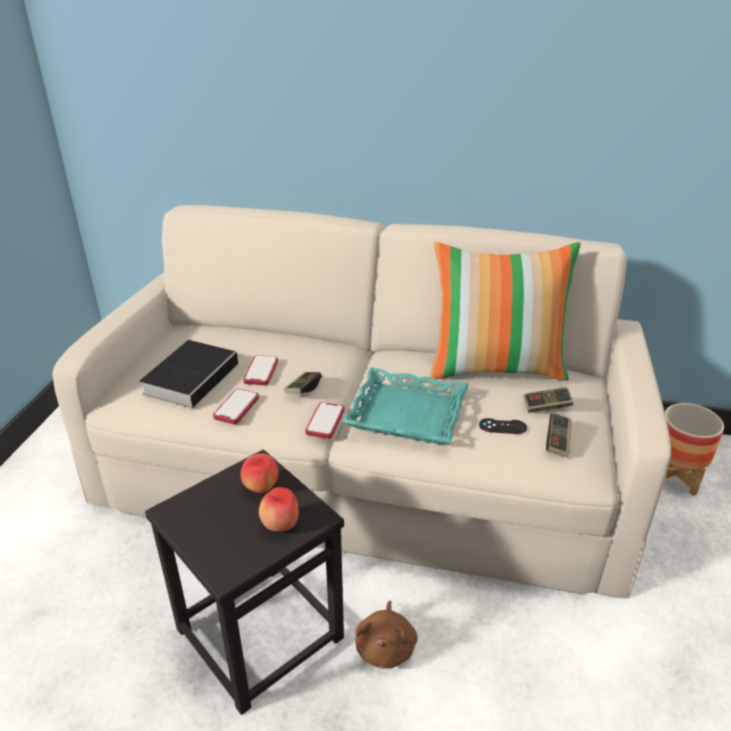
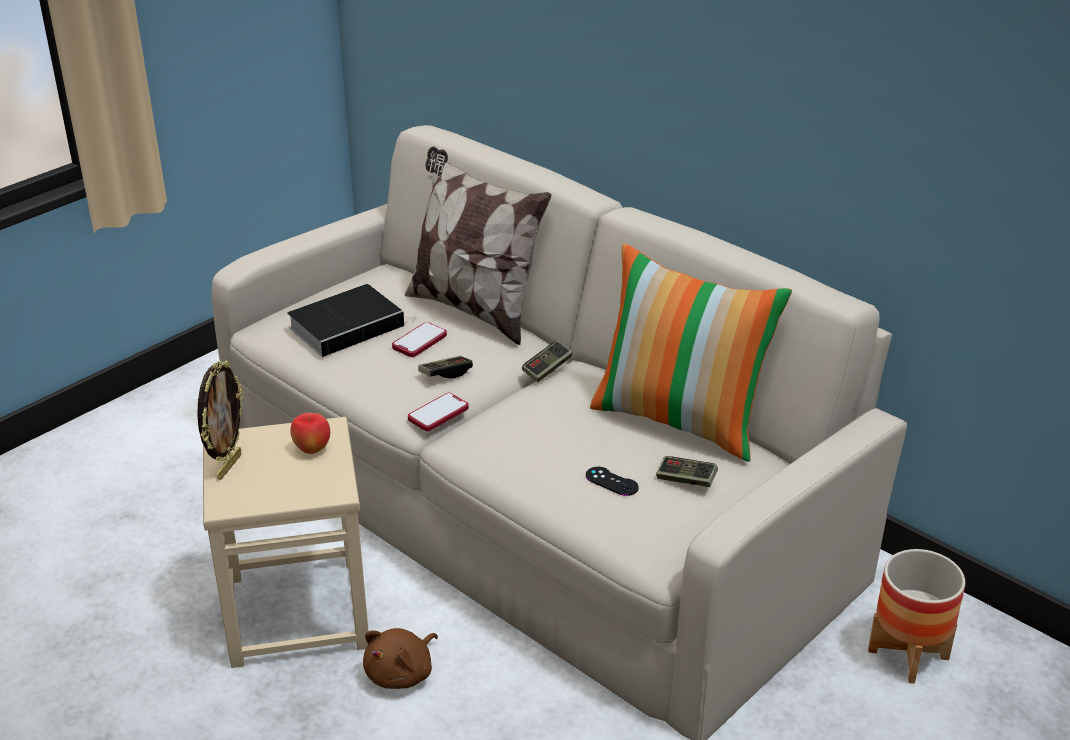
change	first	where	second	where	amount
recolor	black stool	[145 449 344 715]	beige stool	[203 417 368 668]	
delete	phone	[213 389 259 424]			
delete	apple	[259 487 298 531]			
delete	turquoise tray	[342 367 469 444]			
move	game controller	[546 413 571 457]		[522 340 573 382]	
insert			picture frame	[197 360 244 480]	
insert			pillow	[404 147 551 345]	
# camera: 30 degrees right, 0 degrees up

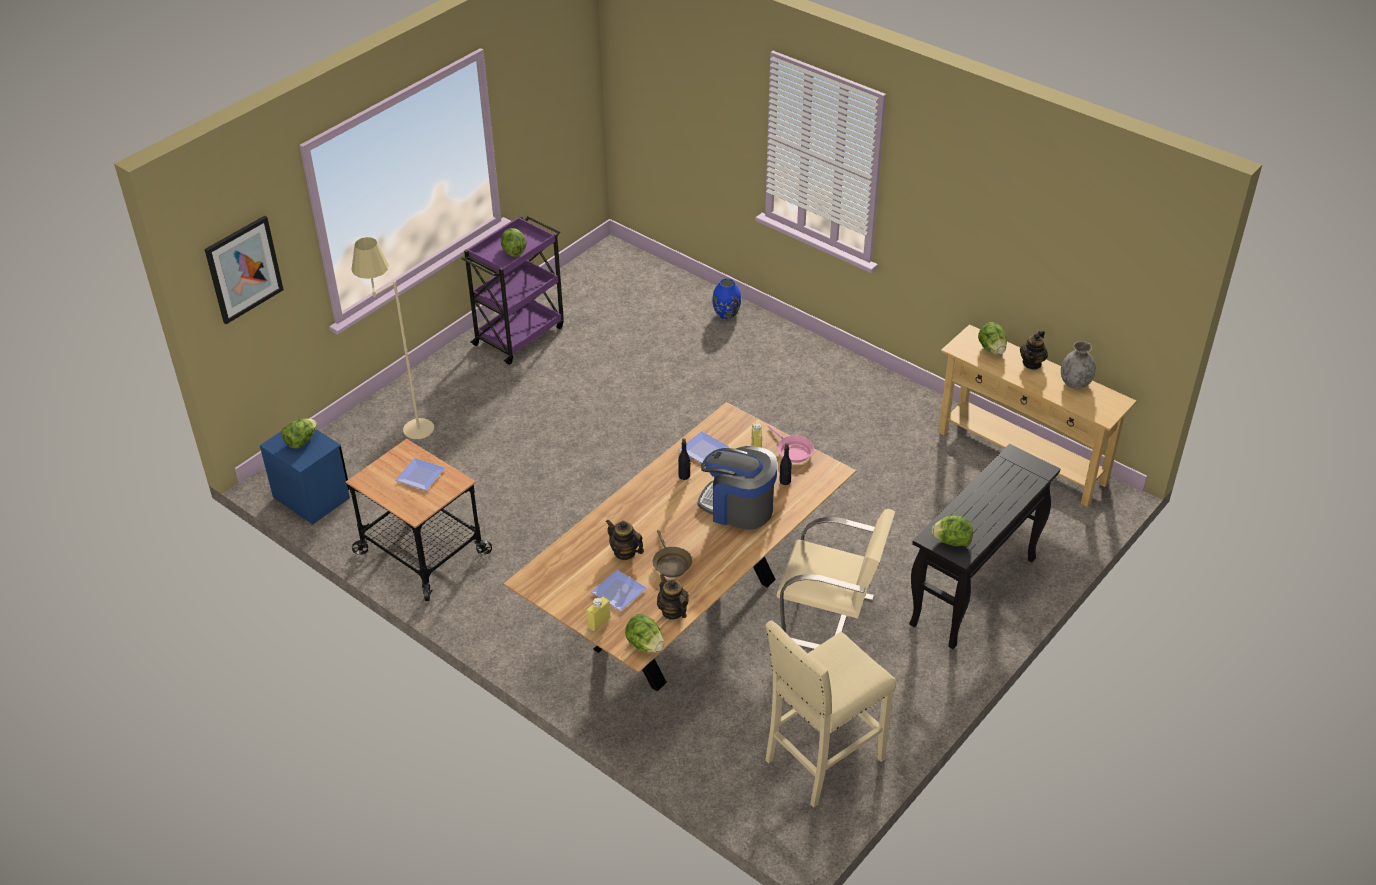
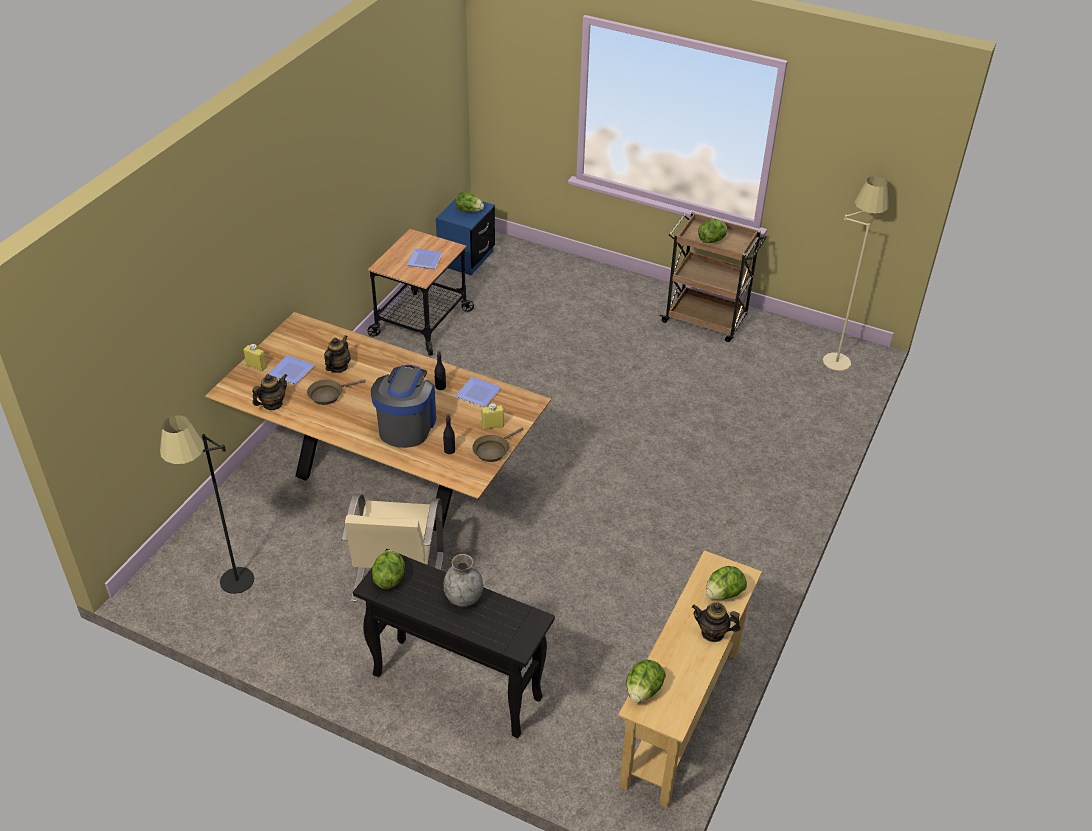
change	first	where	second	where	amount
delete	picture	[205 216 284 324]			
move	beige floor lamp	[351 237 434 439]		[823 176 889 371]	
recolor	purple cart	[462 216 564 365]	brown cart	[660 212 766 342]	
move	lettuce	[625 614 664 653]		[626 660 666 703]	
delete	blue vase	[712 278 741 320]			
replace	beige stool	[765 620 896 808]	black floor lamp	[160 415 254 594]	
recolor	pink frying pan	[768 425 814 463]	brown frying pan	[472 428 523 462]	
move	grey vase	[1061 341 1096 389]		[443 554 483 607]	
# camera: 75 degrees right, 0 degrees up

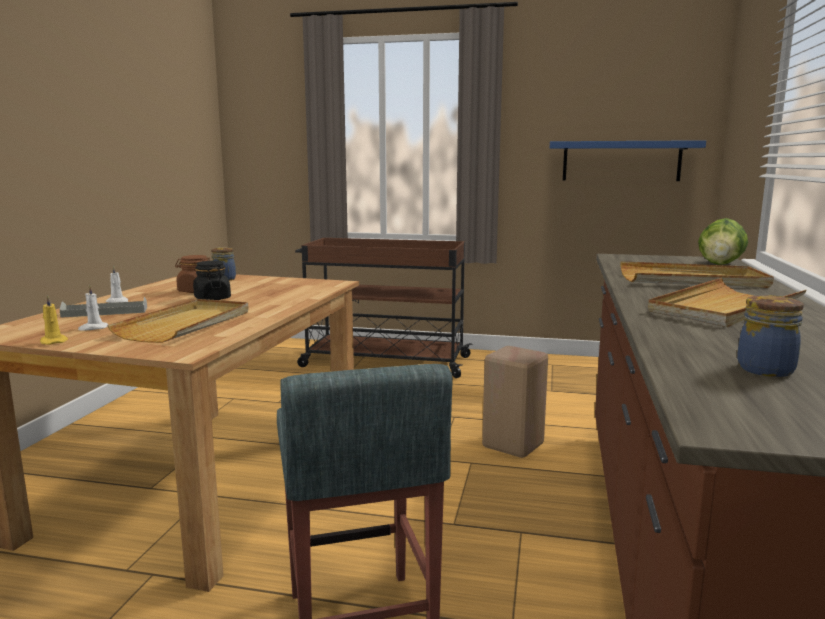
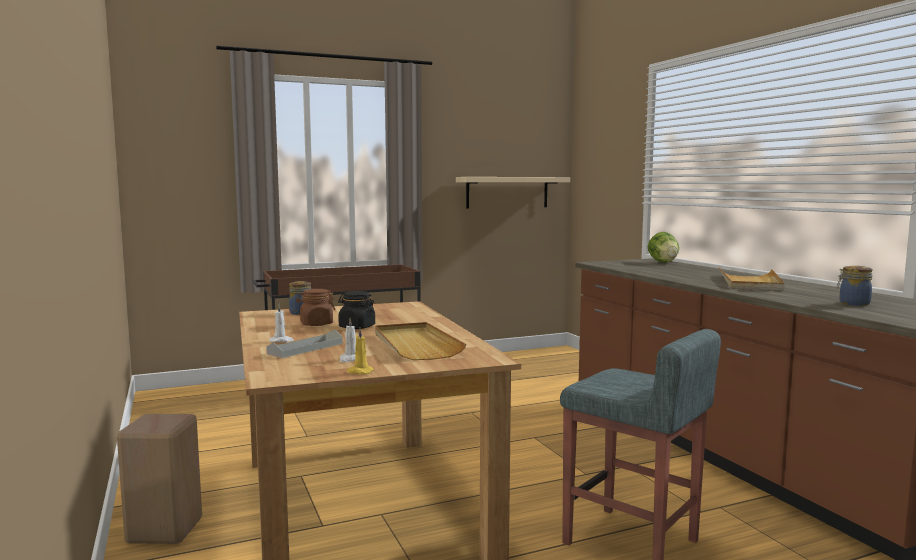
change	first	where	second	where	amount
move	beige stool	[482 346 548 458]		[117 414 202 544]	
recolor	blue shelf	[550 140 706 181]	beige shelf	[456 177 570 208]	
delete	beige tray	[620 261 774 288]			
# camera: 35 degrees left, 5 degrees down

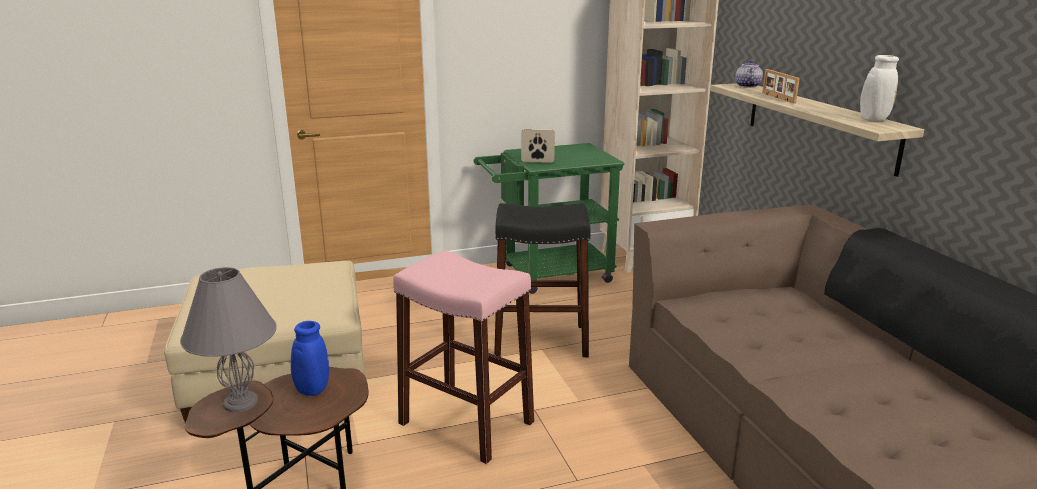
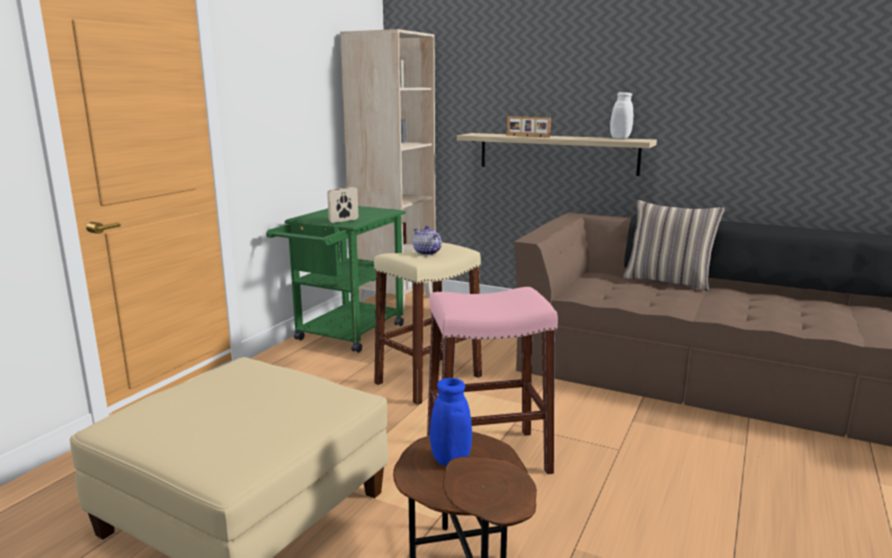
change	first	where	second	where	amount
delete	grey table lamp	[180 267 277 412]			
recolor	black stool	[494 203 591 357]	beige stool	[374 242 482 405]	
move	teapot	[735 60 763 88]		[413 226 442 255]	
insert			pillow	[623 200 725 291]	
# camera: 45 degrees left, 5 degrees down

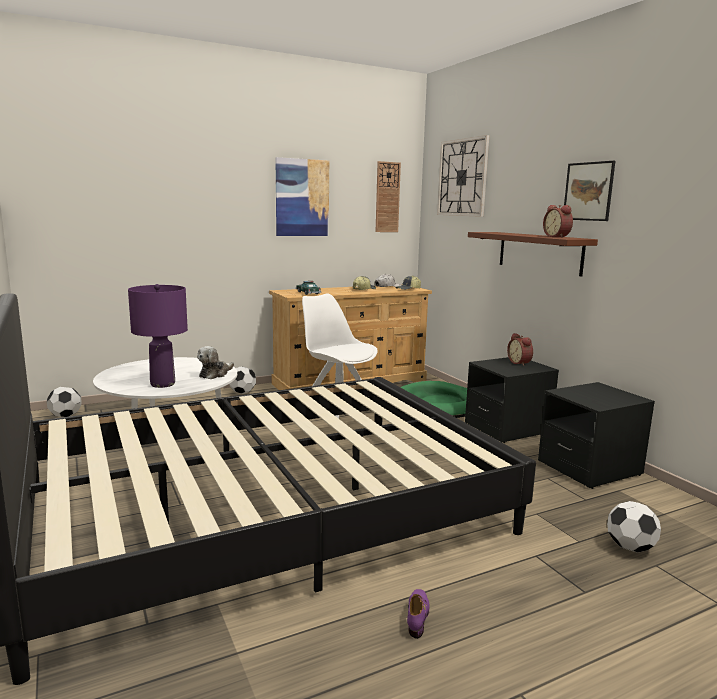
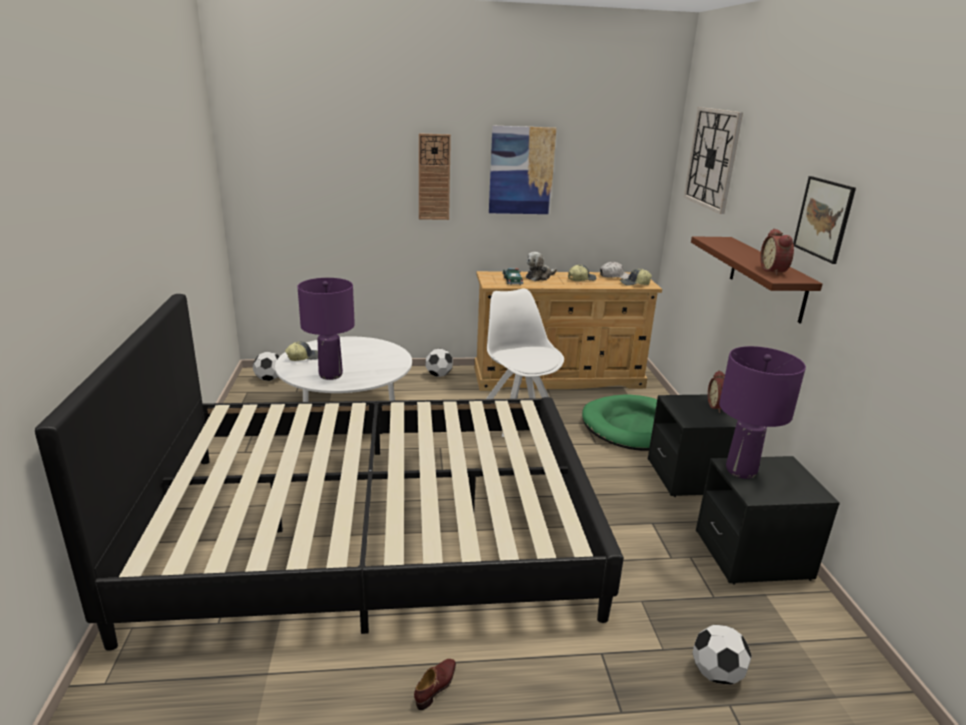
change	first	where	second	where	amount
move	plush toy	[197 346 234 379]		[526 252 557 281]	
move	wall clock	[376 161 401 232]		[419 133 451 220]	
recolor	purple shoe	[407 589 430 639]	brown shoe	[414 659 456 710]	
insert			cap	[285 341 318 361]	
insert			purple table lamp	[719 346 806 479]	
# camera: 20 degrees right, 10 degrees up

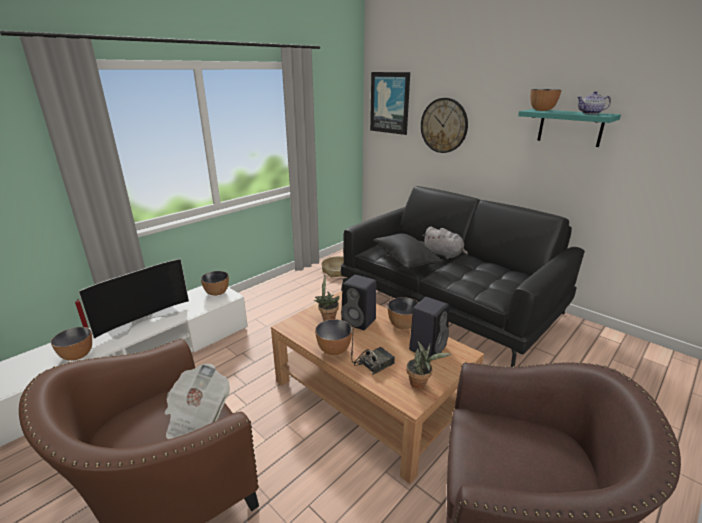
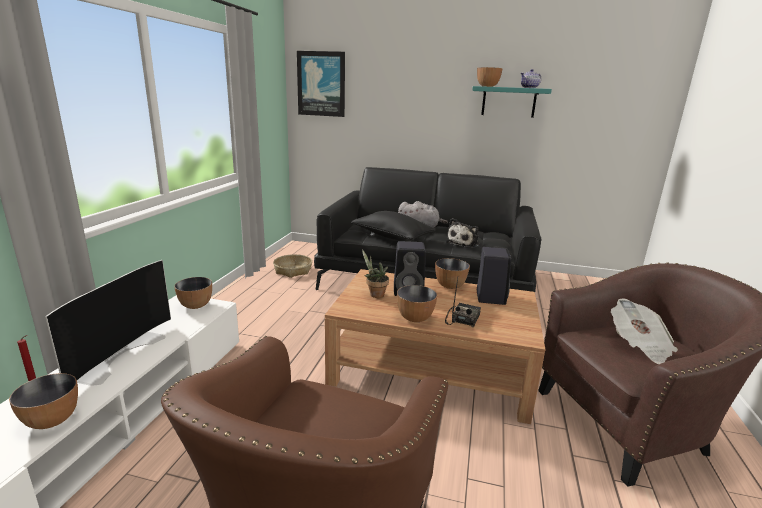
change	first	where	second	where	amount
move	newspaper	[164 363 230 439]		[611 298 678 364]	
delete	potted plant	[406 341 452 389]			
delete	wall clock	[421 98 468 153]			
insert			plush toy	[446 218 480 248]	
# camera: 30 degrees left, 5 degrees down

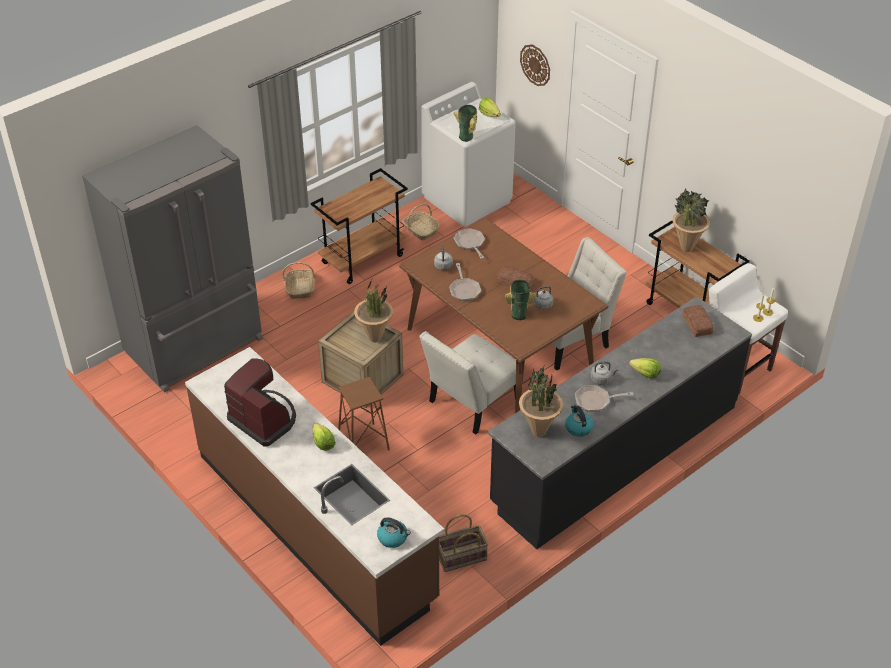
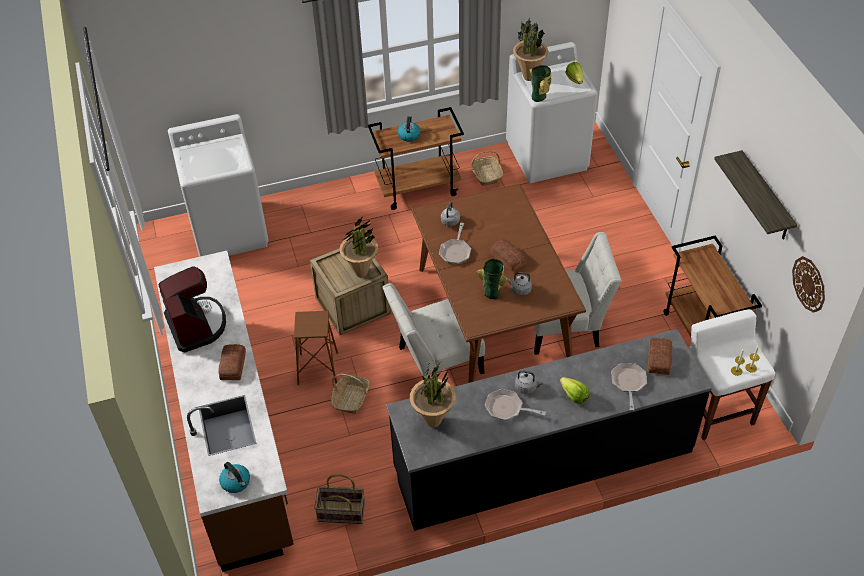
change	first	where	second	where	amount
replace	grey fridge	[82 125 263 393]	white washing machine	[168 114 269 257]	
move	basket	[282 262 315 299]		[331 374 370 414]	
replace	lettuce	[312 423 336 451]	bread	[218 344 246 380]	
move	frying pan	[454 228 485 259]		[611 363 647 411]	
move	wall clock	[520 44 550 86]		[792 256 825 313]	
move	kettle	[565 405 593 437]		[398 116 420 142]	
move	potted plant	[672 188 710 252]		[513 18 548 81]	
insert			shelf	[714 150 797 240]	
# camera: 25 degrees right, 5 degrees up

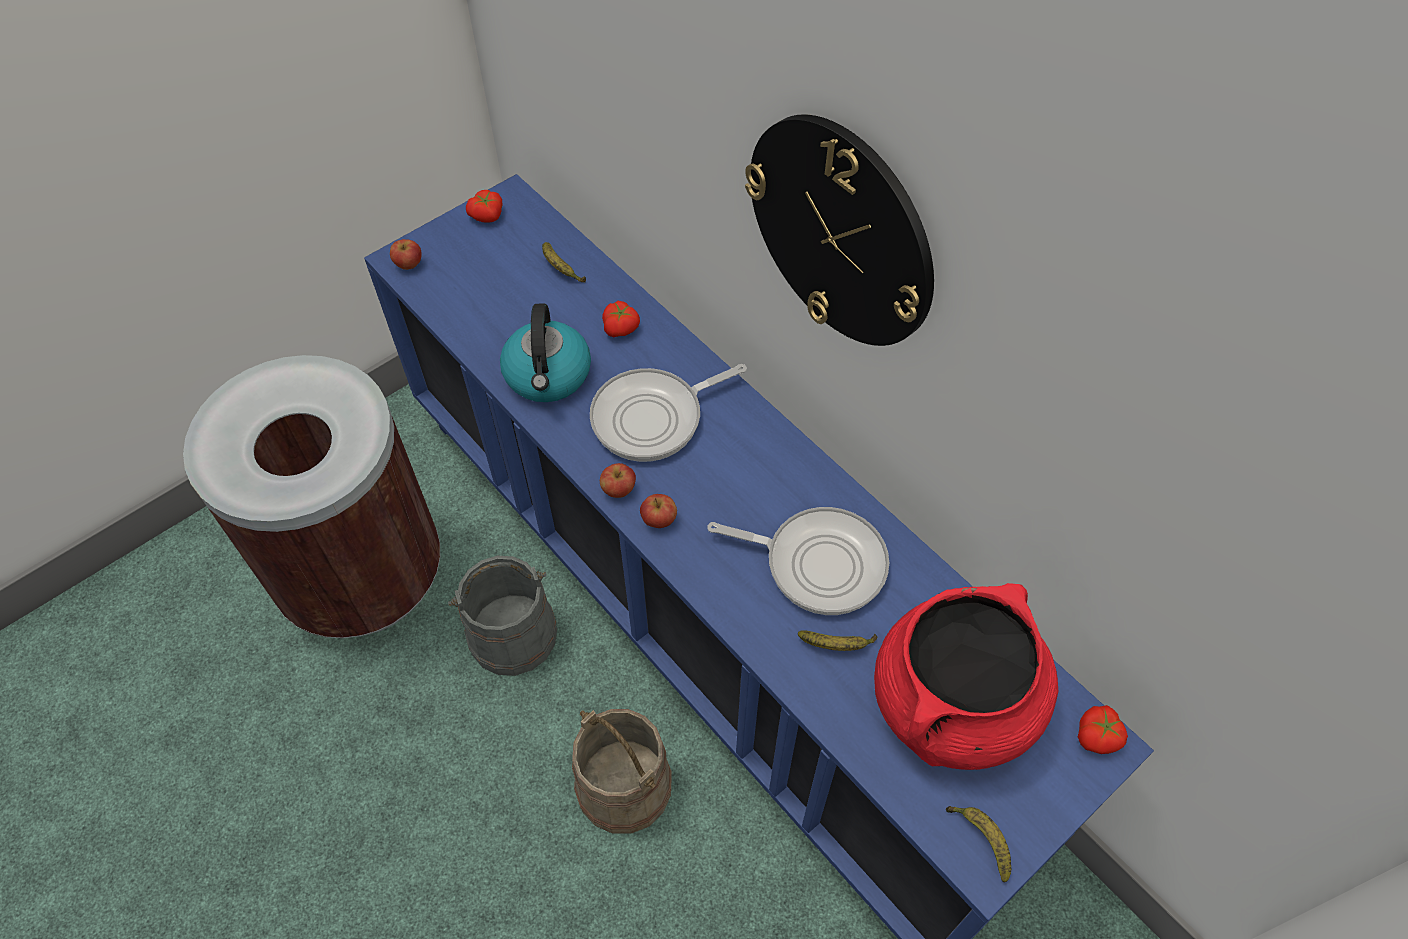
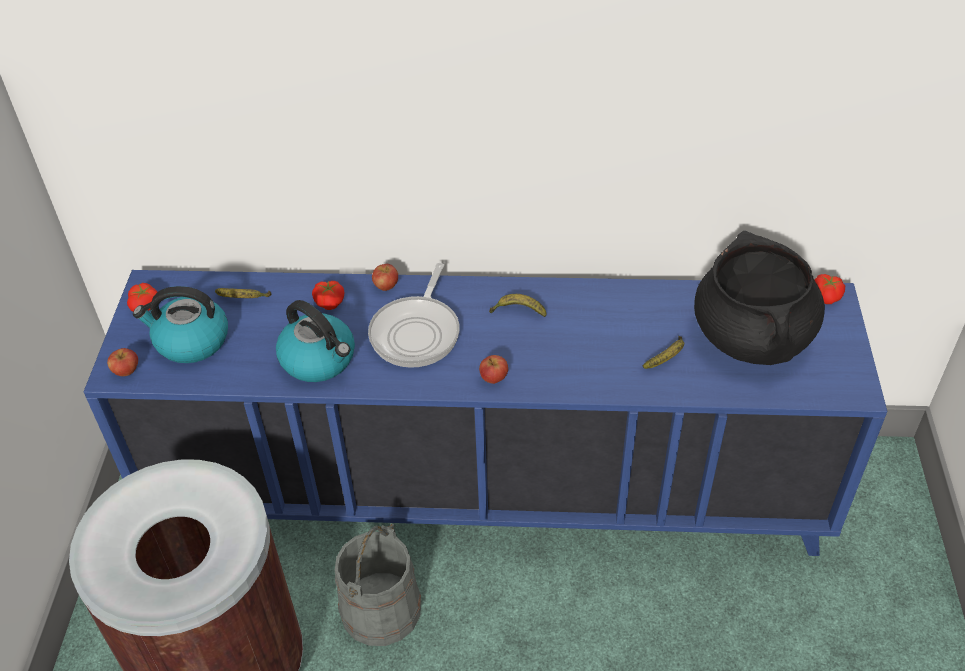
change	first	where	second	where	amount
delete	beige bucket	[572 709 672 834]			
move	apple	[600 463 636 498]		[372 264 398 291]	
delete	frying pan	[707 507 889 615]			
delete	wall clock	[745 114 934 346]			
recolor	red cooking pot	[874 583 1059 770]	black cooking pot	[694 231 825 365]	
move	banana	[946 806 1011 882]		[489 294 547 317]	
insert			kettle	[133 286 228 363]	
# camera: 45 degrees left, 10 degrees down

